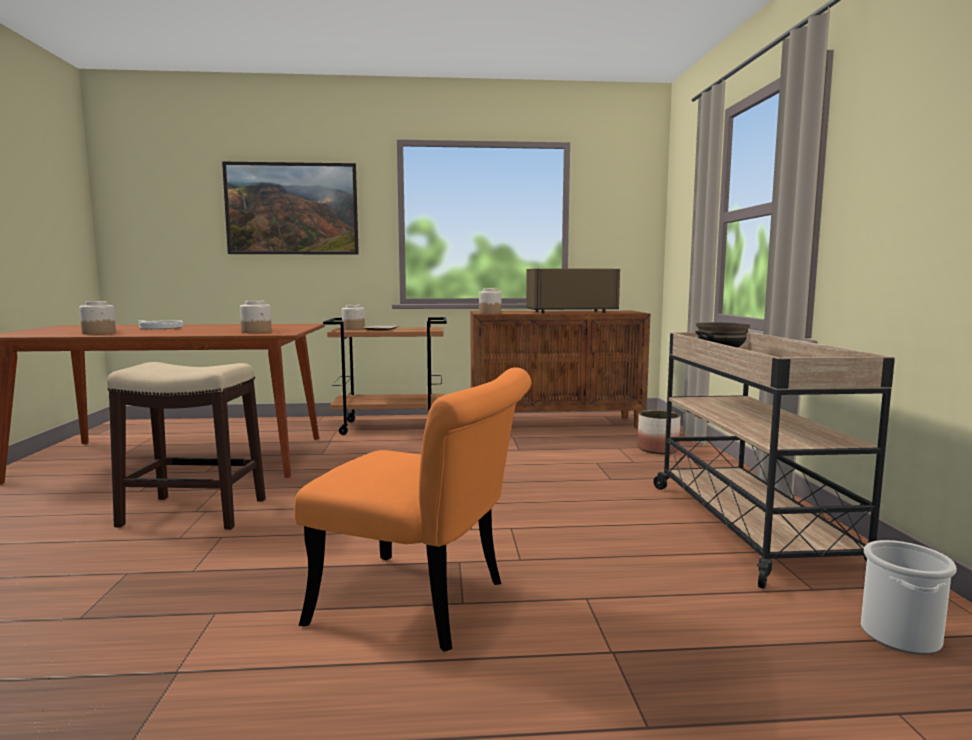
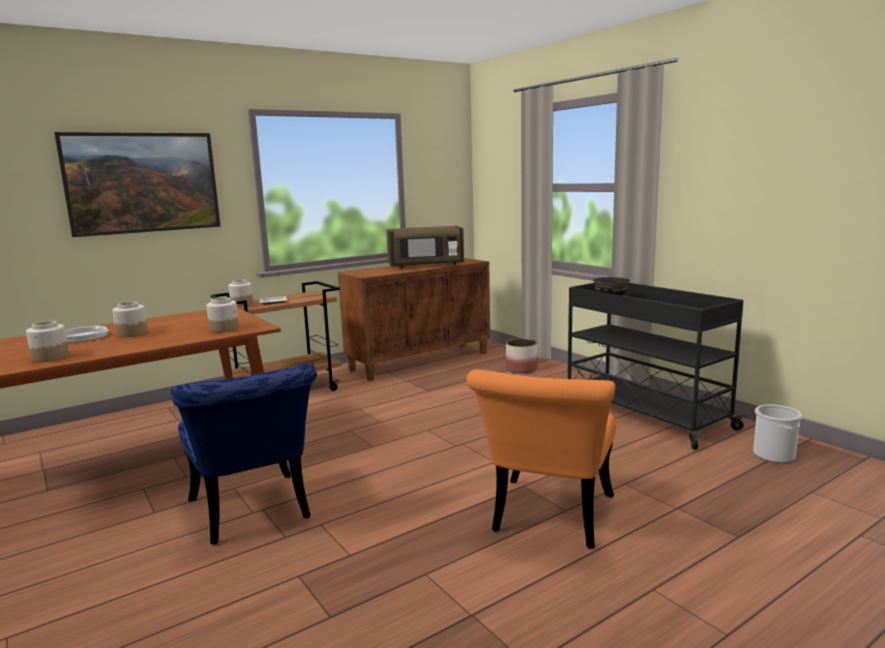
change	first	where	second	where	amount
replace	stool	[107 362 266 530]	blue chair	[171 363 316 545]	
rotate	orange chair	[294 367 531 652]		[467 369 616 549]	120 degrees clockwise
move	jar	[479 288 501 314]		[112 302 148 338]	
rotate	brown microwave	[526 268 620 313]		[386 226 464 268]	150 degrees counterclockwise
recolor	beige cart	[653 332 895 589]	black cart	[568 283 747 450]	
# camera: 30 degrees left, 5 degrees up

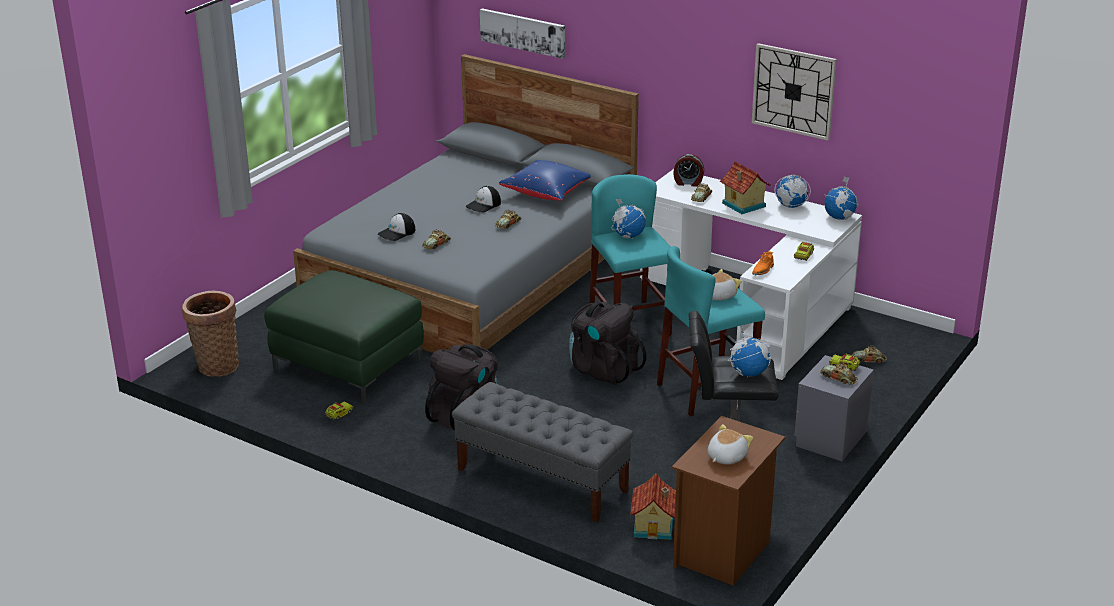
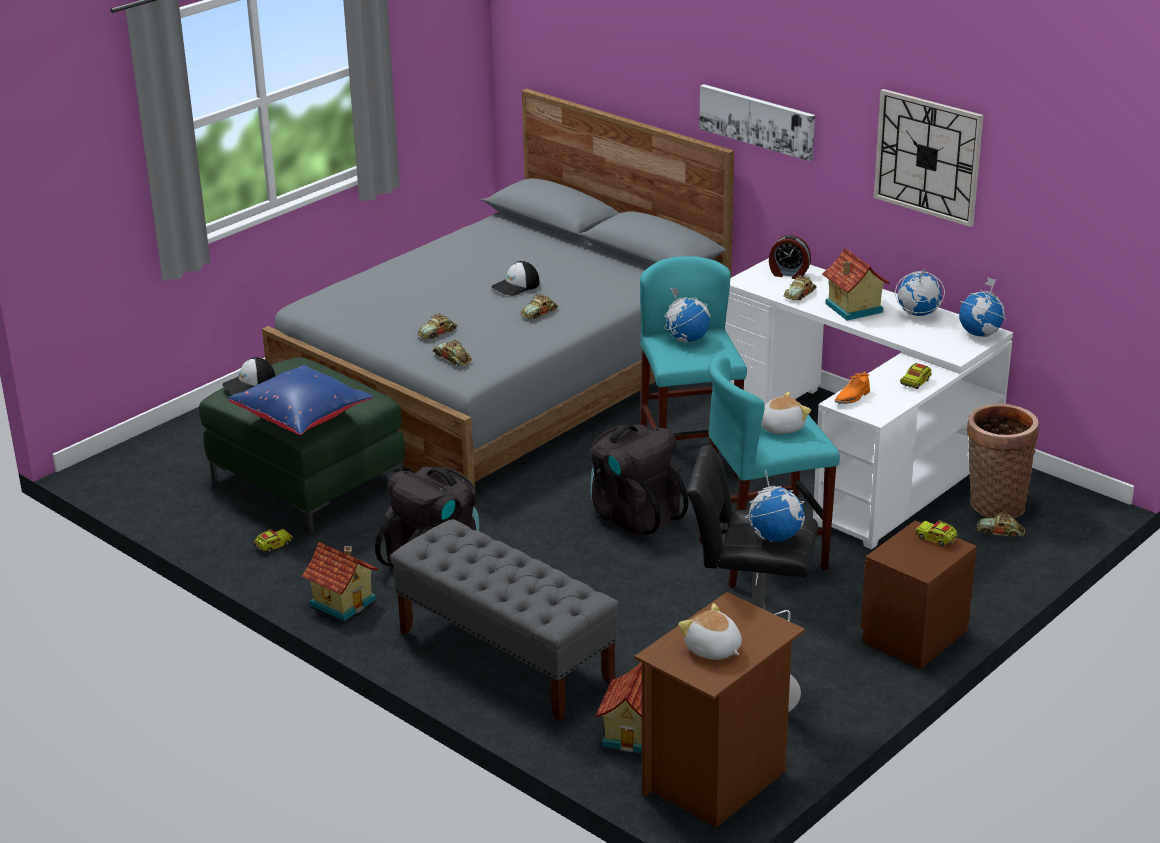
change	first	where	second	where	amount
move	basket	[182 291 239 377]		[967 403 1039 518]	
move	cap	[378 213 415 241]		[222 357 275 394]	
move	picture	[480 8 565 59]		[699 84 815 161]	
move	blue pillow	[499 160 591 201]		[228 365 374 435]	
rotate	plush toy	[708 424 753 465]		[678 603 742 660]	90 degrees counterclockwise
recolor	grey nightstand	[794 355 874 461]	brown nightstand	[861 521 977 669]	
move	toy car	[820 362 858 385]		[433 340 472 366]	
insert			toy house	[302 542 379 621]	
# camera: 10 degrees right, 0 degrees up

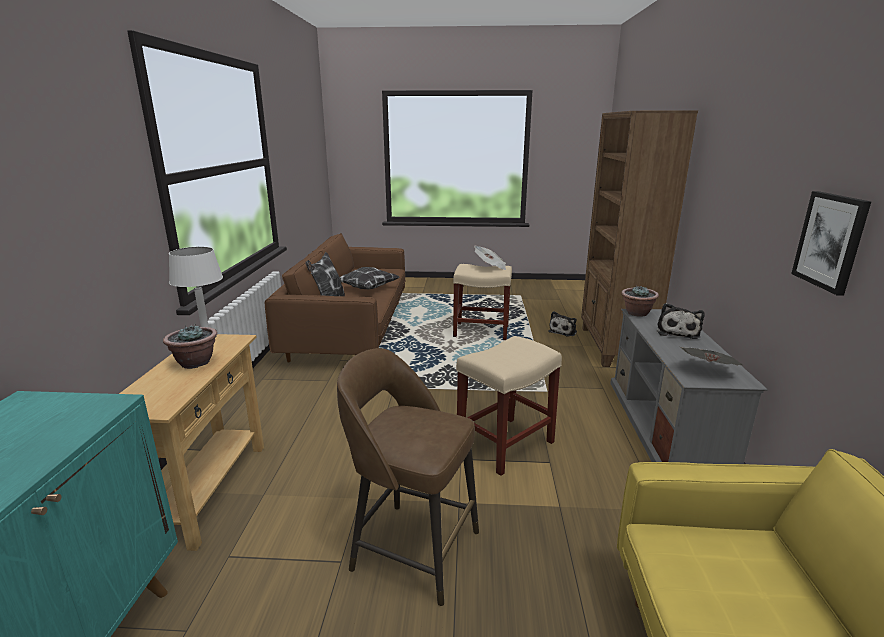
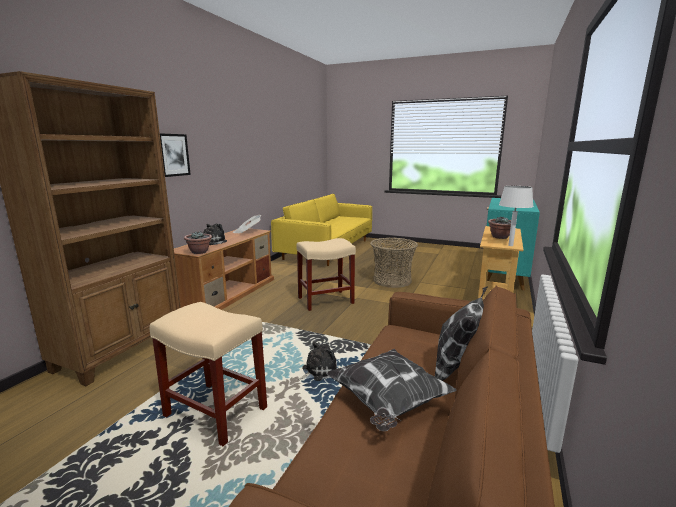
change	first	where	second	where	amount
replace	brown stool	[337 348 479 606]	basket	[370 237 418 288]	
delete	newspaper	[474 246 506 270]			
move	plush toy	[548 311 577 336]		[298 342 337 381]	
recolor	grey tv stand	[610 309 768 464]	brown tv stand	[174 229 274 310]	
move	picture	[791 191 871 296]		[160 133 191 177]	
# camera: 160 degrees left, 5 degrees down

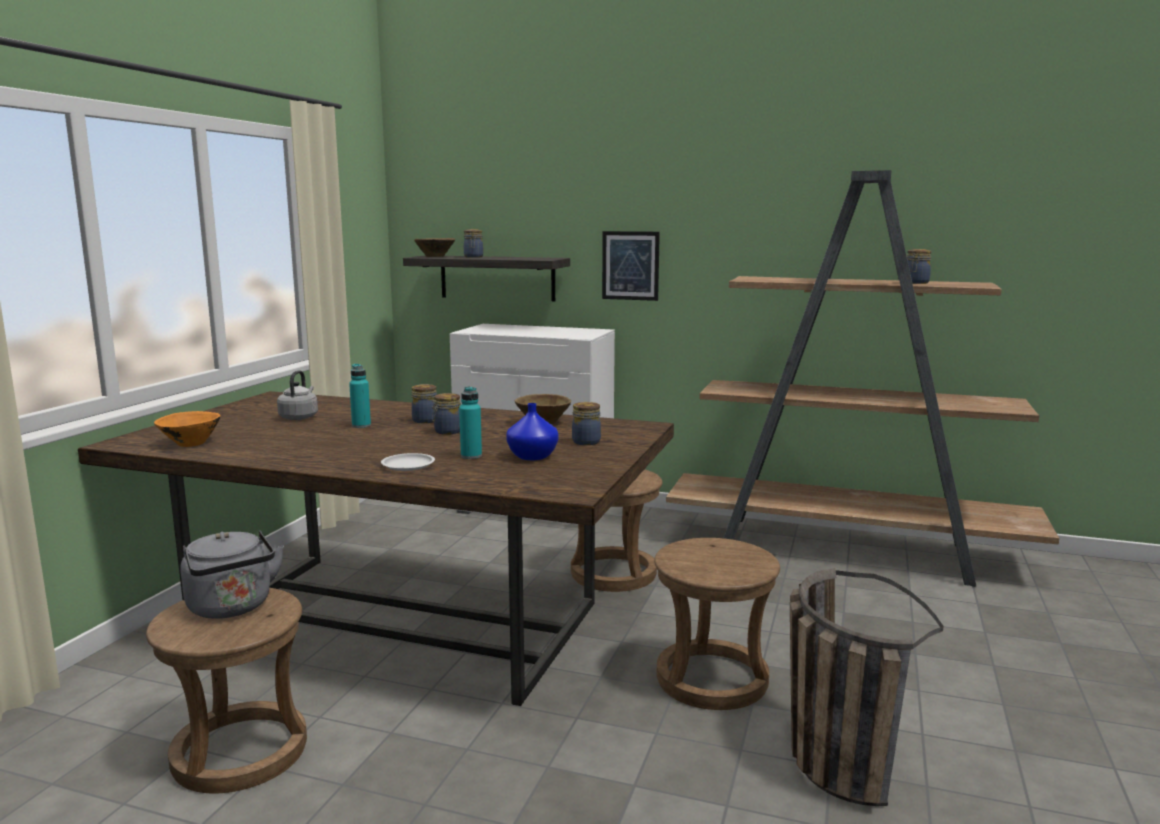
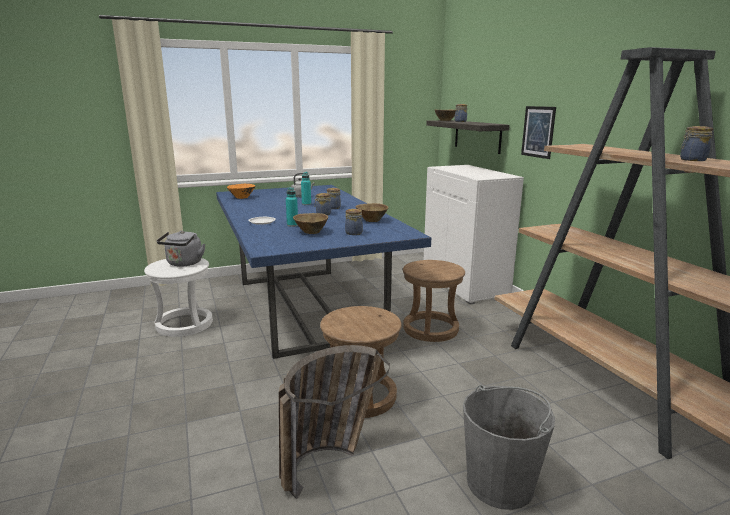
change	first	where	second	where	amount
recolor	brown dining table	[78 391 674 706]	blue dining table	[216 185 431 359]	
recolor	brown stool	[146 588 307 794]	white stool	[144 258 213 337]	
replace	blue vase	[506 403 559 460]	brown bowl	[293 213 328 234]	
insert			grey bucket	[463 385 555 510]	
# camera: 50 degrees right, 5 degrees up

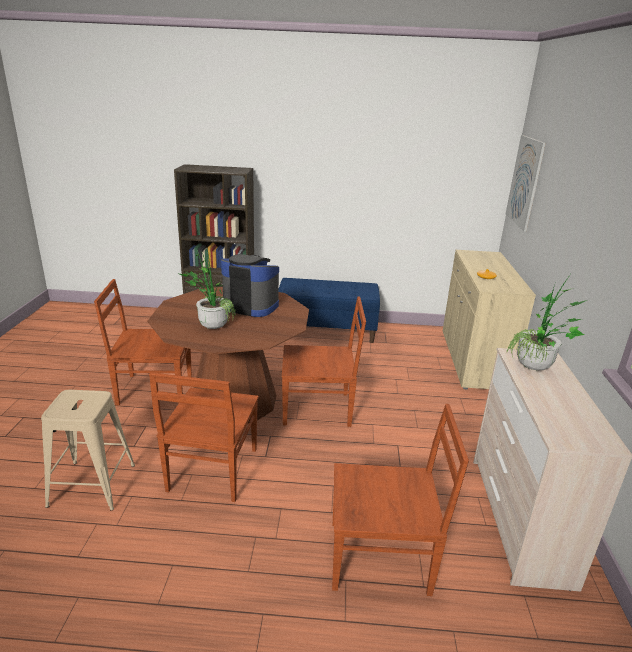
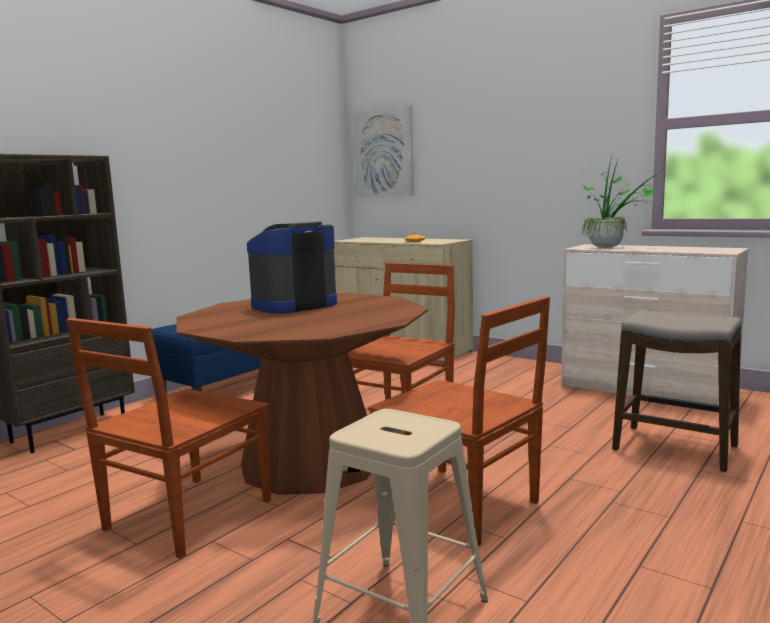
change	first	where	second	where	amount
delete	potted plant	[180 250 236 329]			
replace	brown chair	[332 404 469 596]	stool	[612 310 742 472]	
# camera: 55 degrees left, 15 degrees down

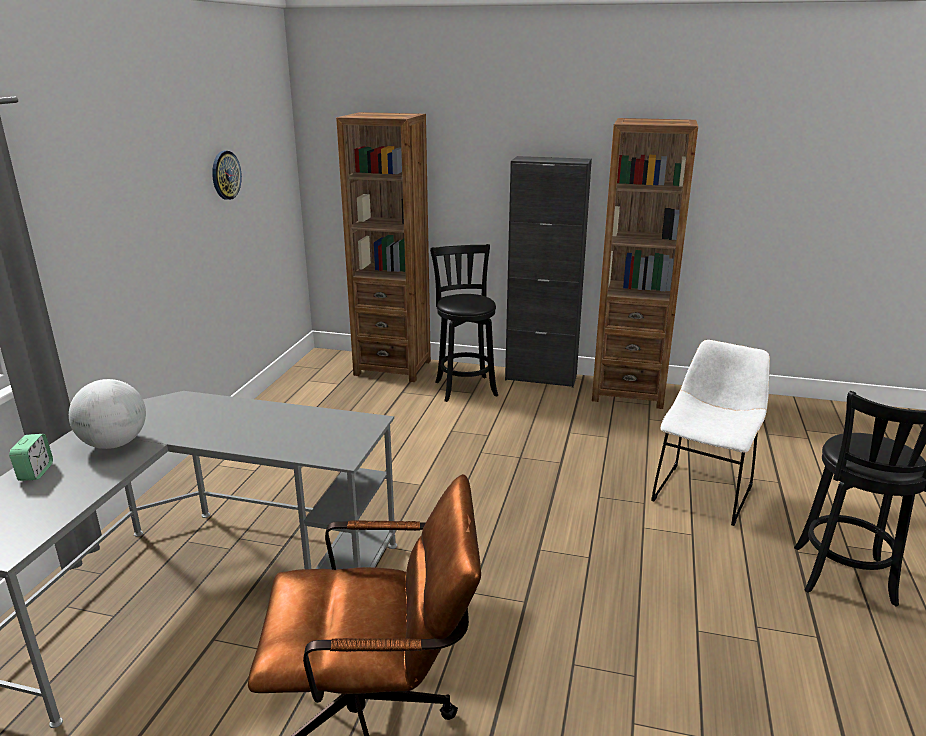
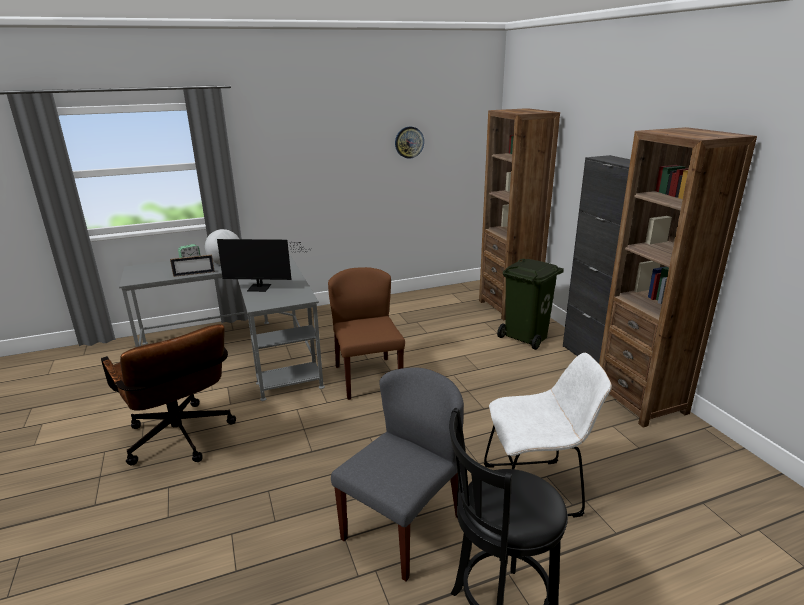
change	first	where	second	where	amount
replace	black stool	[430 244 498 402]	green trash can	[497 258 564 350]	
insert			picture frame	[170 255 215 277]	
insert			monitor	[217 239 311 292]	
insert			brown chair	[328 267 405 400]	
insert			grey chair	[331 367 464 581]	
# camera: 55 degrees right, 0 degrees up

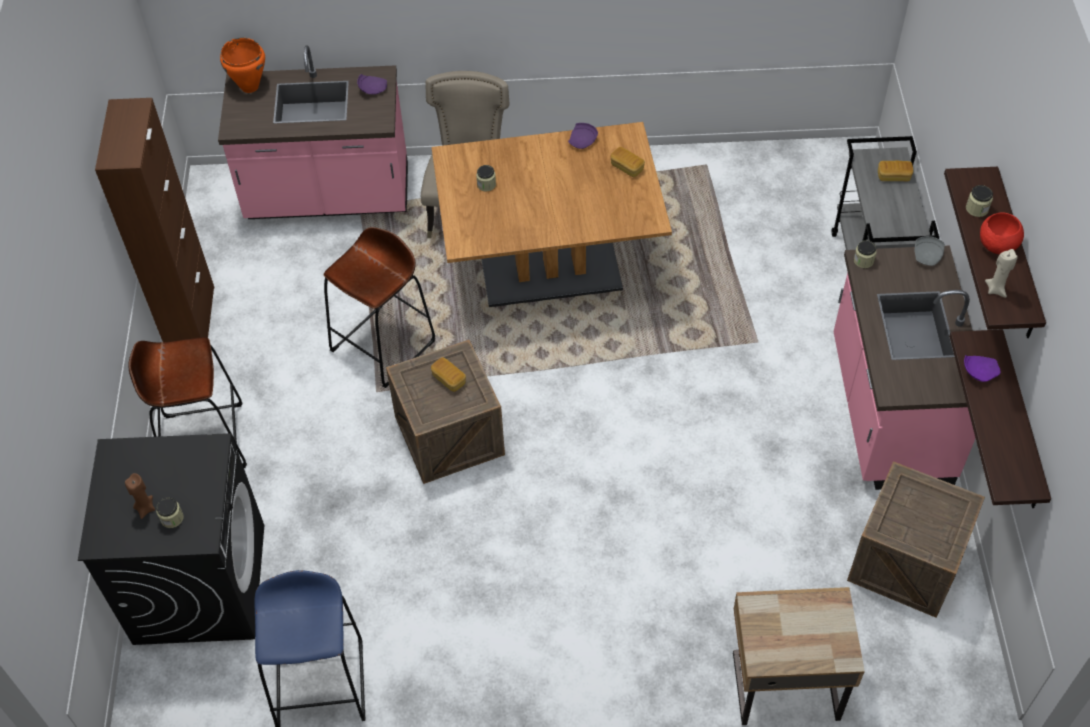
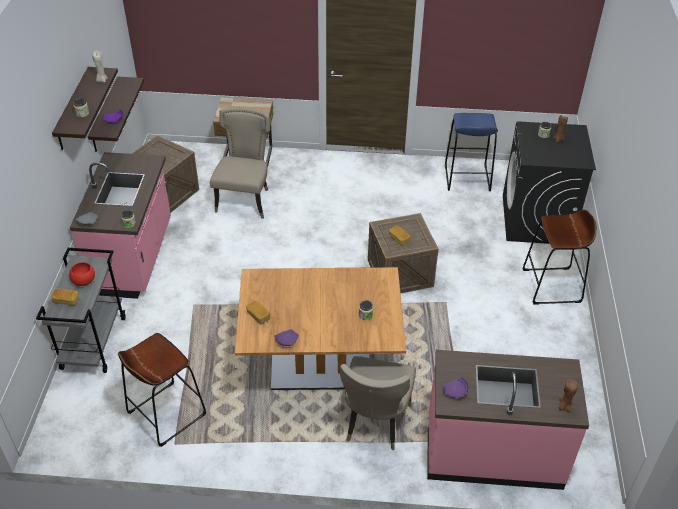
change	first	where	second	where	amount
delete	brown cabinet	[95 98 214 342]			
replace	orange cooking pot	[220 38 265 93]	brown candle	[559 379 578 412]	
move	brown stool	[324 227 435 388]		[118 333 206 447]	
move	red bowl	[980 213 1024 254]		[69 262 95 286]	
insert			beige chair	[210 107 270 219]	
# camera: 175 degrees left, 10 degrees down

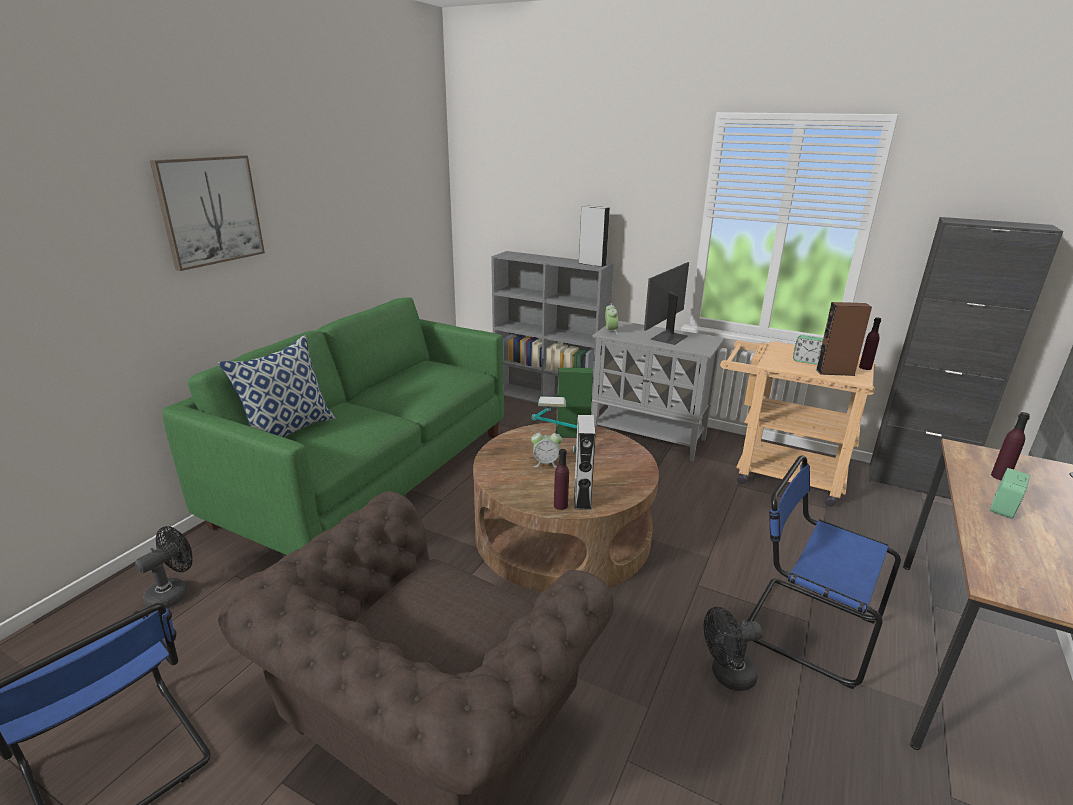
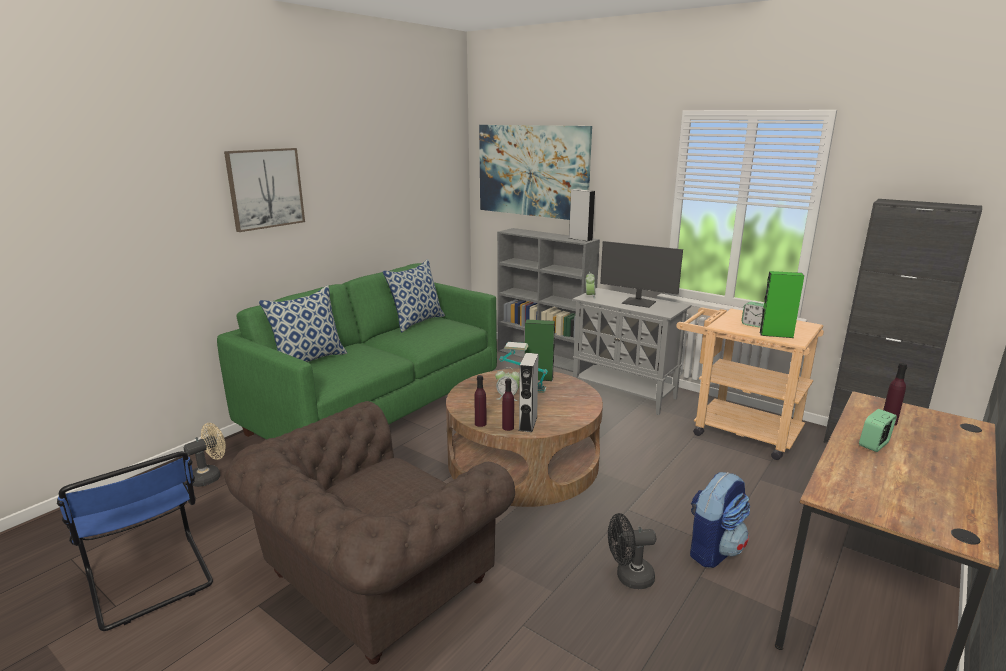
change	first	where	second	where	amount
recolor	black fan	[135 526 193 608]	beige fan	[184 423 226 487]	
rotate	monitor	[644 262 689 345]		[600 241 683 308]	105 degrees counterclockwise
replace	blue chair	[747 455 901 689]	backpack	[690 472 750 568]	
recolor	brown speaker	[816 302 872 376]	green speaker	[760 271 804 338]	
move	purple bottle	[859 317 881 370]		[474 375 486 427]	
insert			pillow	[382 259 445 332]	
insert			picture	[479 125 592 220]	
# camera: 10 degrees right, 5 degrees down

